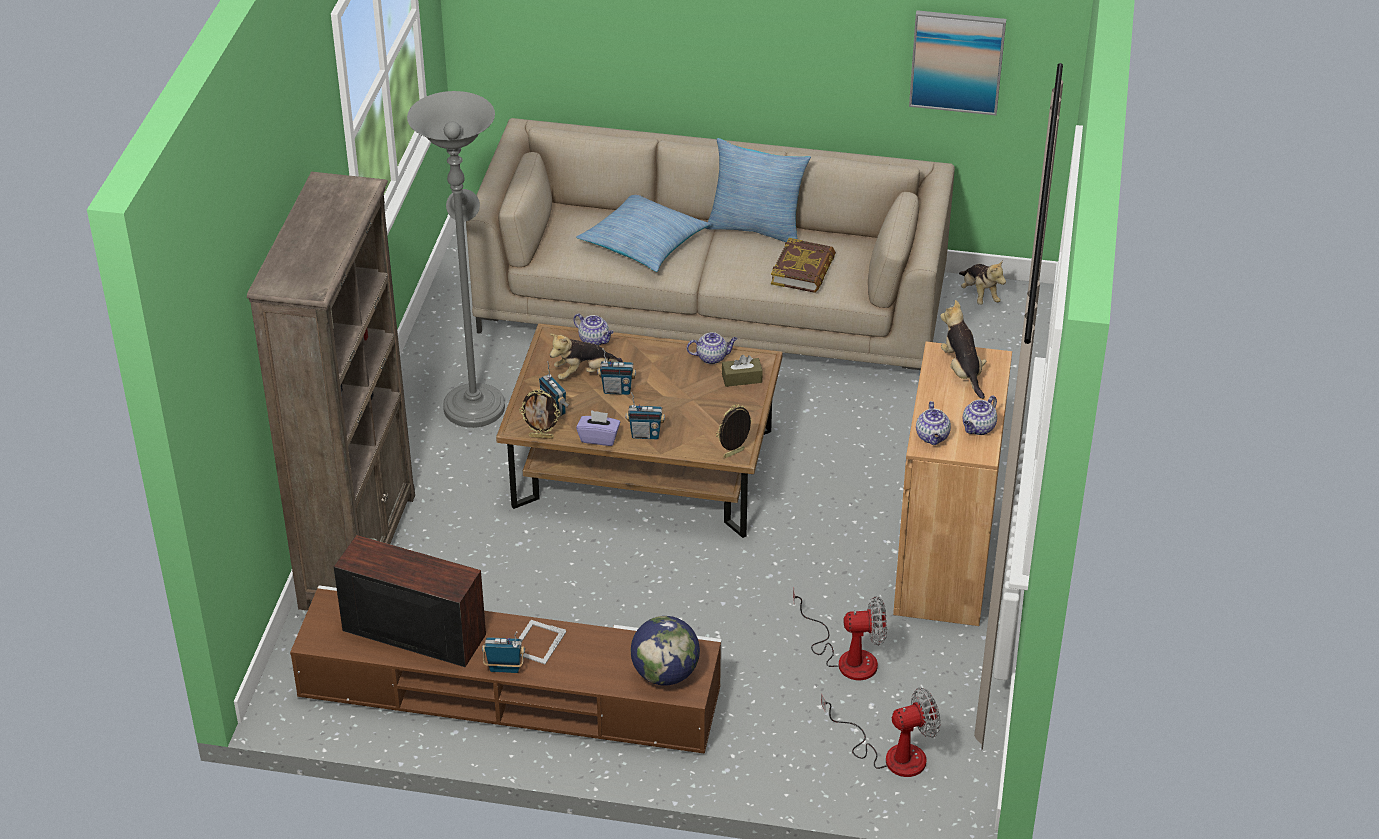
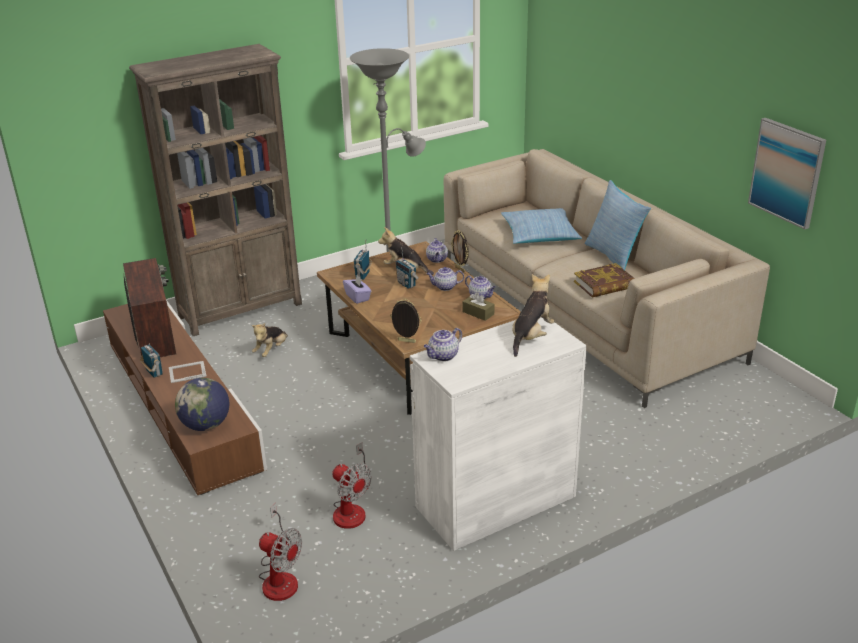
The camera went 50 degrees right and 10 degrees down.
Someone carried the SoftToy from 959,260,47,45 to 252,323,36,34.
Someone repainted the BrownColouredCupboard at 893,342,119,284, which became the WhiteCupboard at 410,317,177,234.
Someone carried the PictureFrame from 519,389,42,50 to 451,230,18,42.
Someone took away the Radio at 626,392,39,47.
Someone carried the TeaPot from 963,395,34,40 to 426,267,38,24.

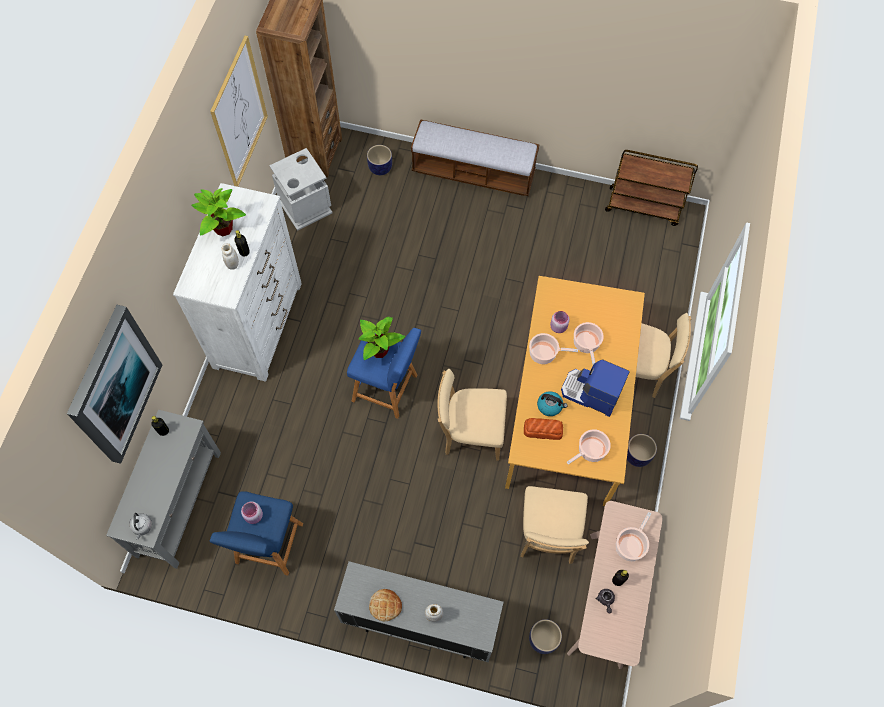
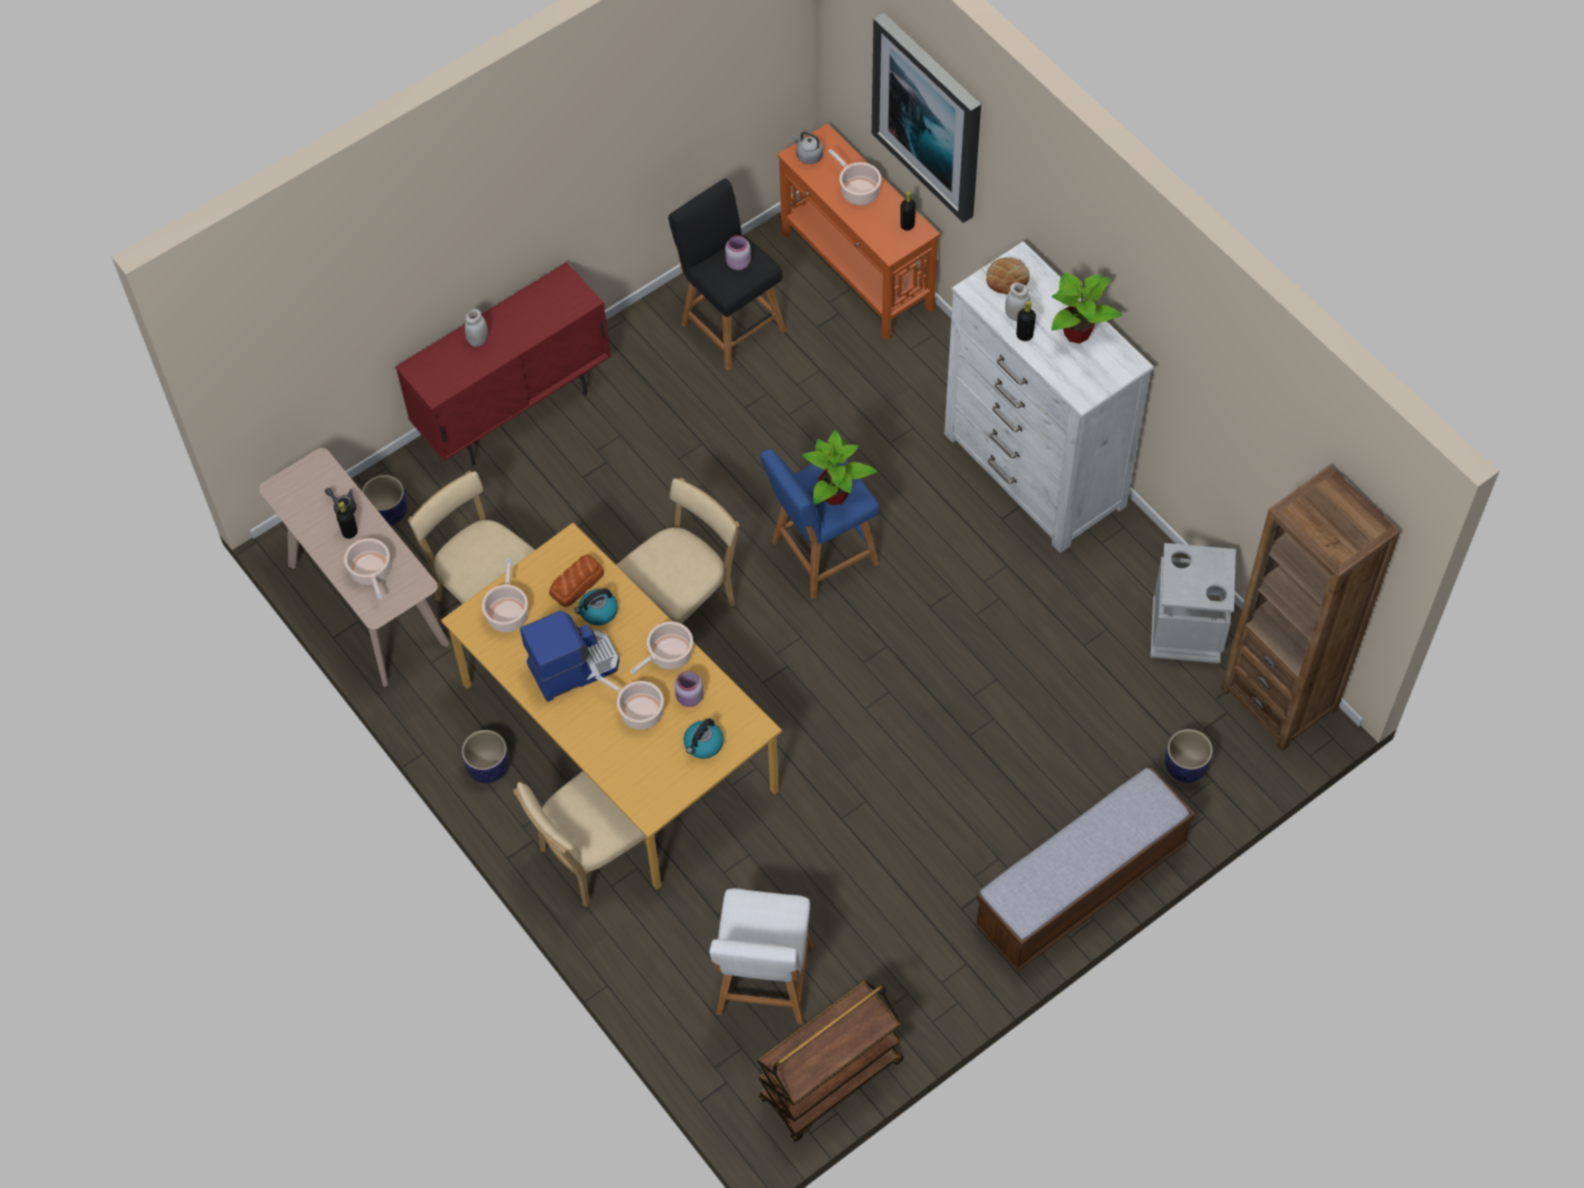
The camera went 130 degrees right and 5 degrees down.
Someone took away the WallPicture at 210,36,58,151.
Someone repainted the GreyConsoleTable at 106,410,115,159, which became the OrangeyConsoleTable at 777,123,163,217.
Someone repainted the BluishStoolSeat at 210,491,93,85, which became the BlackColouredStoolSeat at 668,178,118,193.
Someone repainted the GreyCupboard at 334,561,170,101, which became the ReddishCupboard at 395,262,216,204.
Someone carried the BakedBread from 369,589,33,32 to 986,257,43,37.
Someone put down the Saucepot at 828,149,53,56.
Someone put down the WaterKettle at 684,718,40,41.
Someone put down the WhiteStoolSeat at 709,888,104,136.

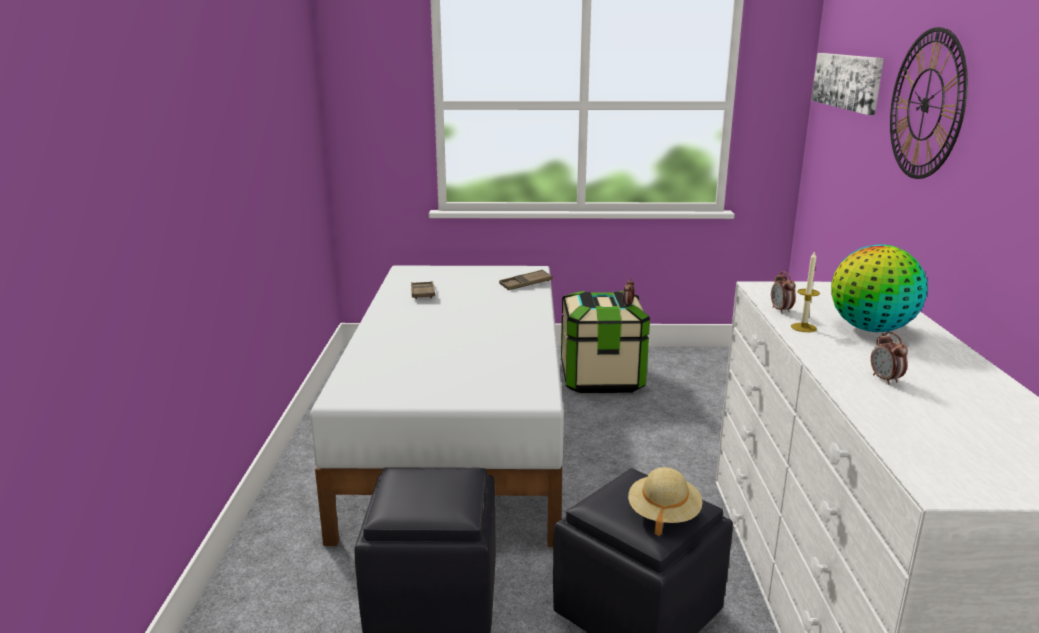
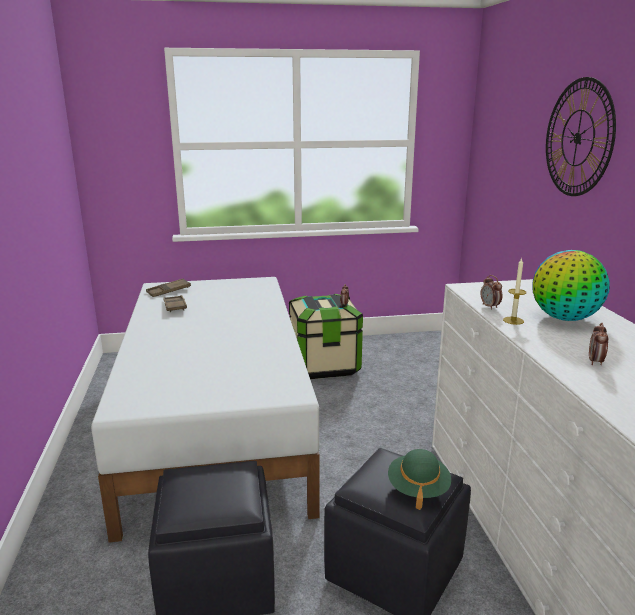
The camera went 10 degrees left and 0 degrees up.
Someone took away the WallPicture at 811,53,73,62.
Someone carried the BrownColouredServingTray from 499,270,54,20 to 146,278,45,19.
Someone rotated the AlarmClock at 871,332,37,53 by 45 degrees clockwise.
Someone repainted the BeigeColouredClothingHat at 628,467,74,69, which became the GreenishClothingHat at 388,449,63,61.

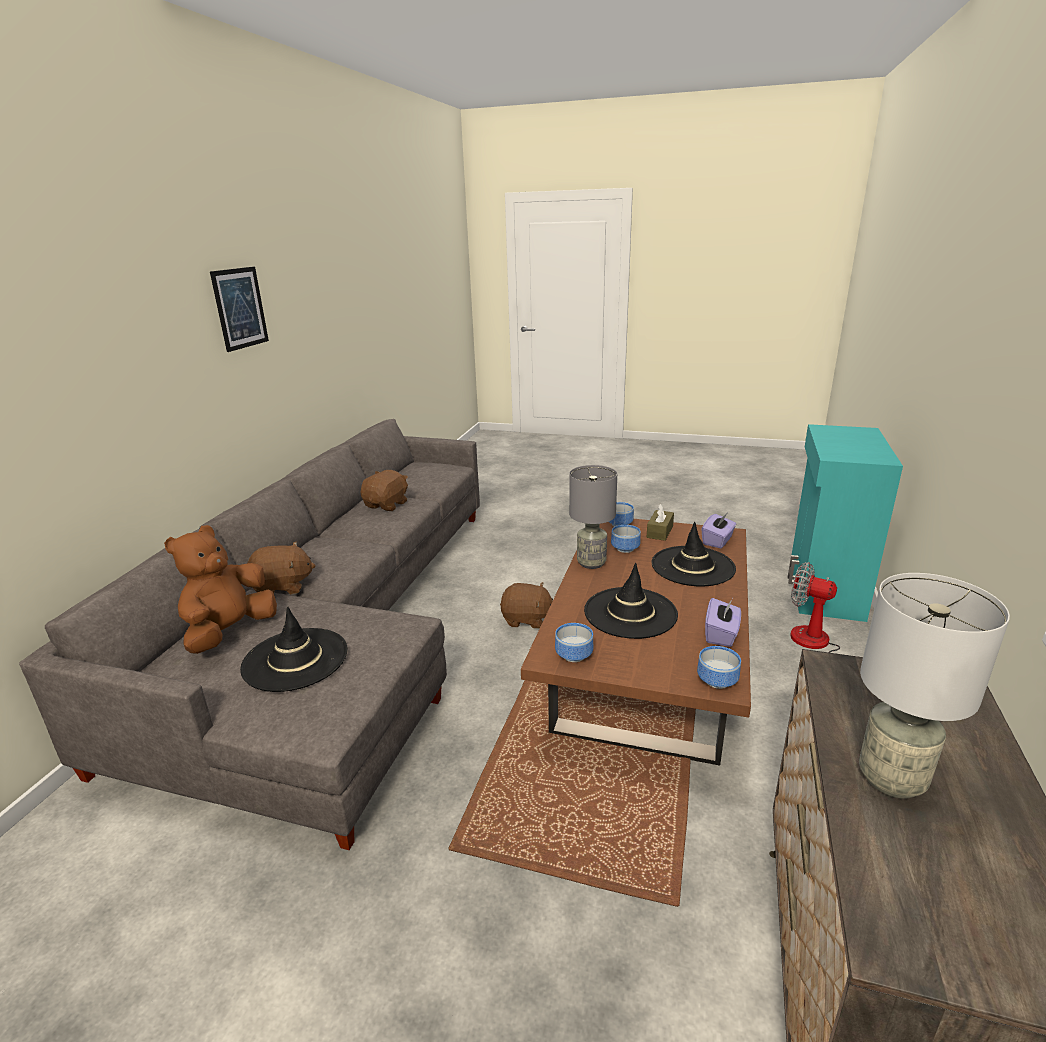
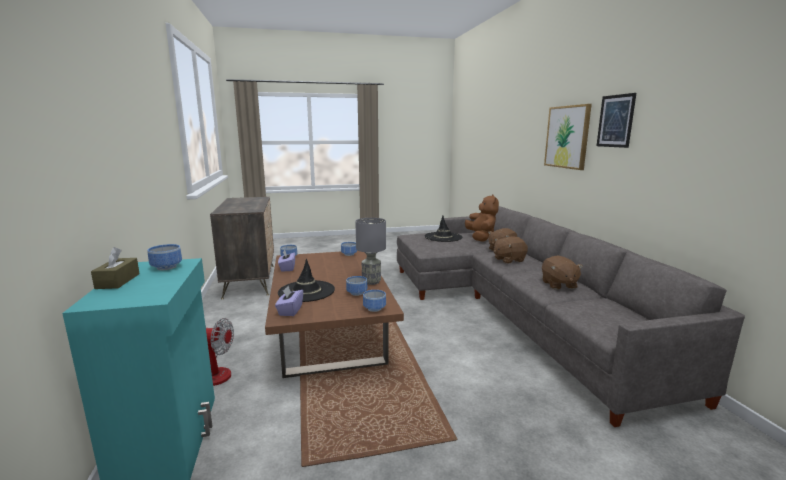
The camera went 150 degrees right and 10 degrees down.
Someone carried the BrownColouredTissueBox from 647,504,27,37 to 91,247,49,42.
Someone took away the BlackColouredClothingHat at 584,563,94,76.
Someone took away the GreyTableLamp at 859,573,151,226.
Someone carried the BrownColouredSoftToy from 500,582,53,46 to 493,237,35,27.
Someone put up the WallPicture at 544,104,48,66.
Someone put down the ServingBowl at 147,244,35,26.

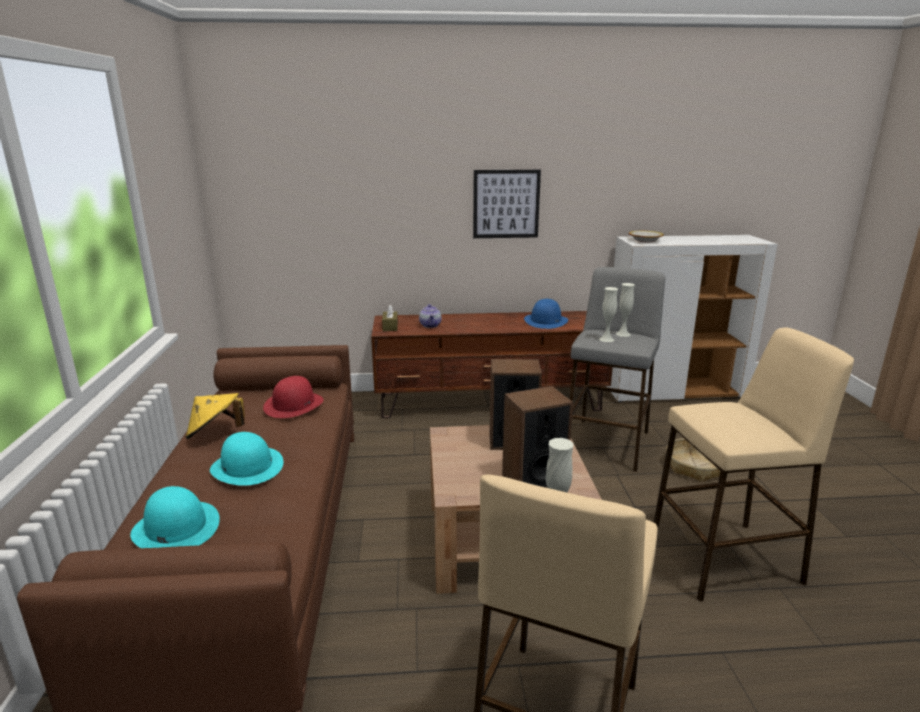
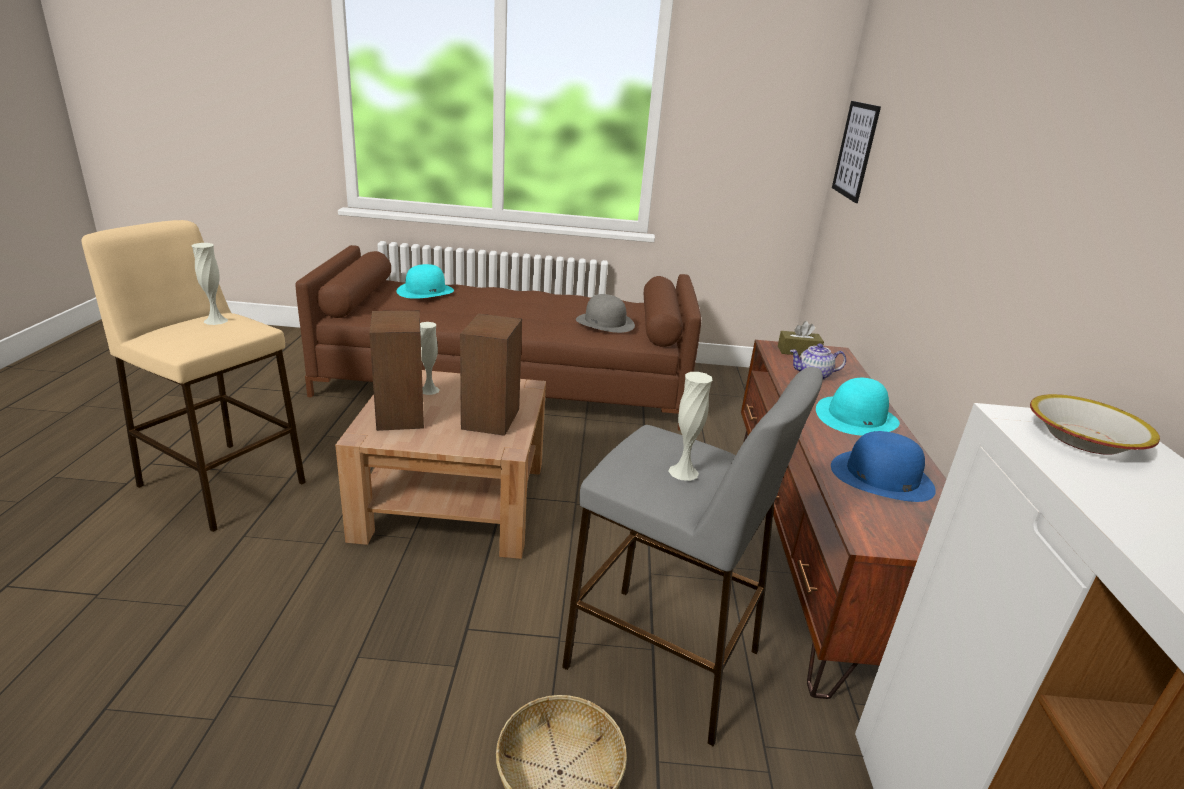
The camera went 95 degrees right and 5 degrees up.
Someone carried the WallPicture from 473,170,68,68 to 832,101,49,102.
Someone carried the WhiteVase from 599,287,19,55 to 420,322,20,73.
Someone took away the BeigeColouredStoolSeat at 654,328,200,274.
Someone repainted the ReddishClothingHat at 263,376,60,42, which became the GreyClothingHat at 576,294,59,39.
Someone took away the YellowClothingHat at 186,393,59,46.
Someone carried the TurquoiseClothingHat from 210,432,73,54 to 816,378,84,58.

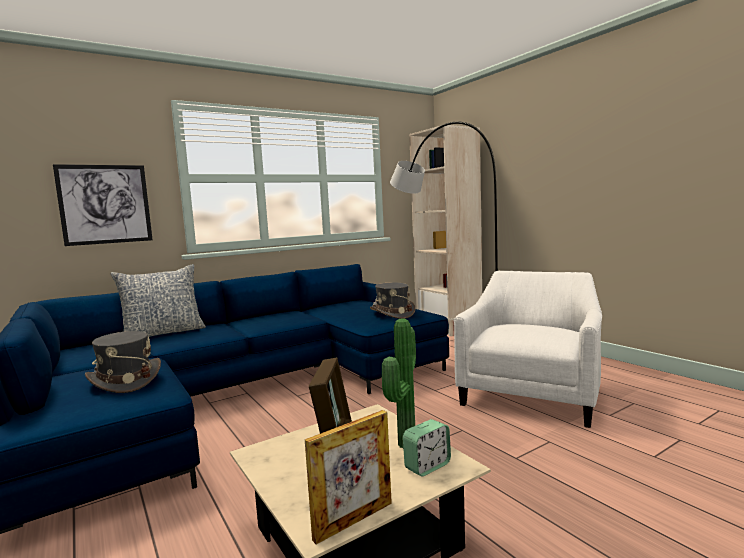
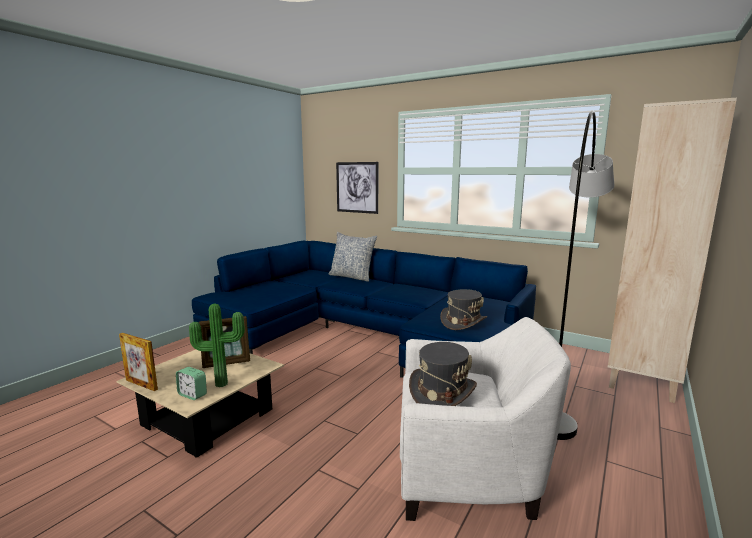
The camera went 65 degrees right and 5 degrees up.
Someone carried the GreyClothingHat from 85,331,76,62 to 409,342,68,64.

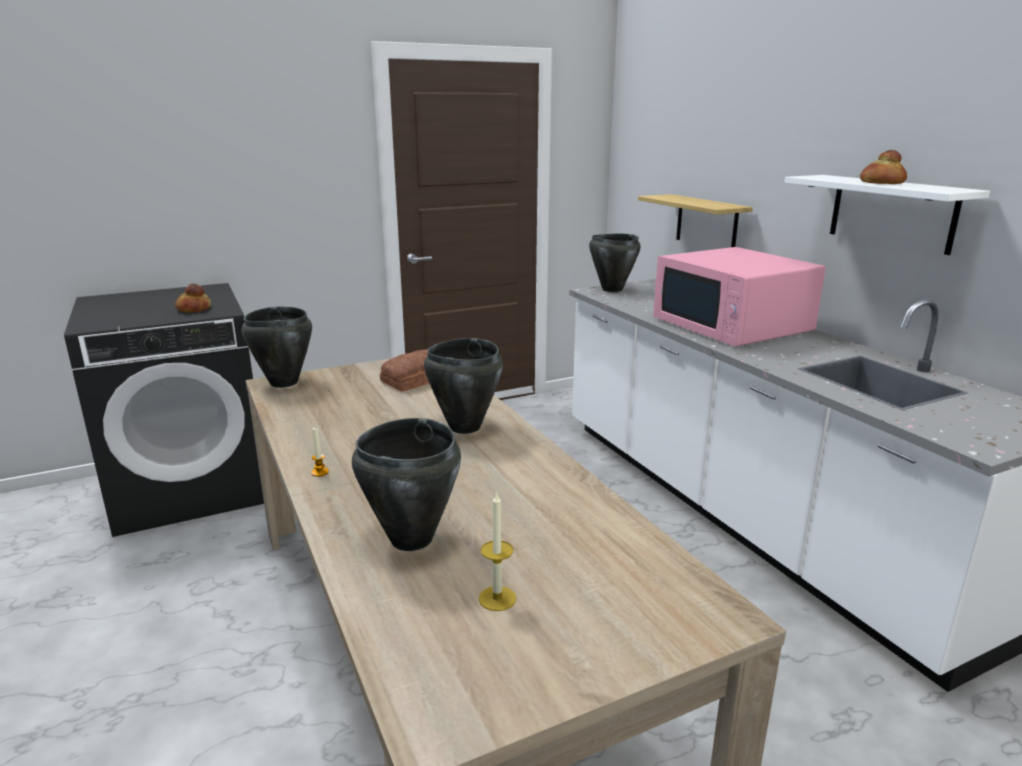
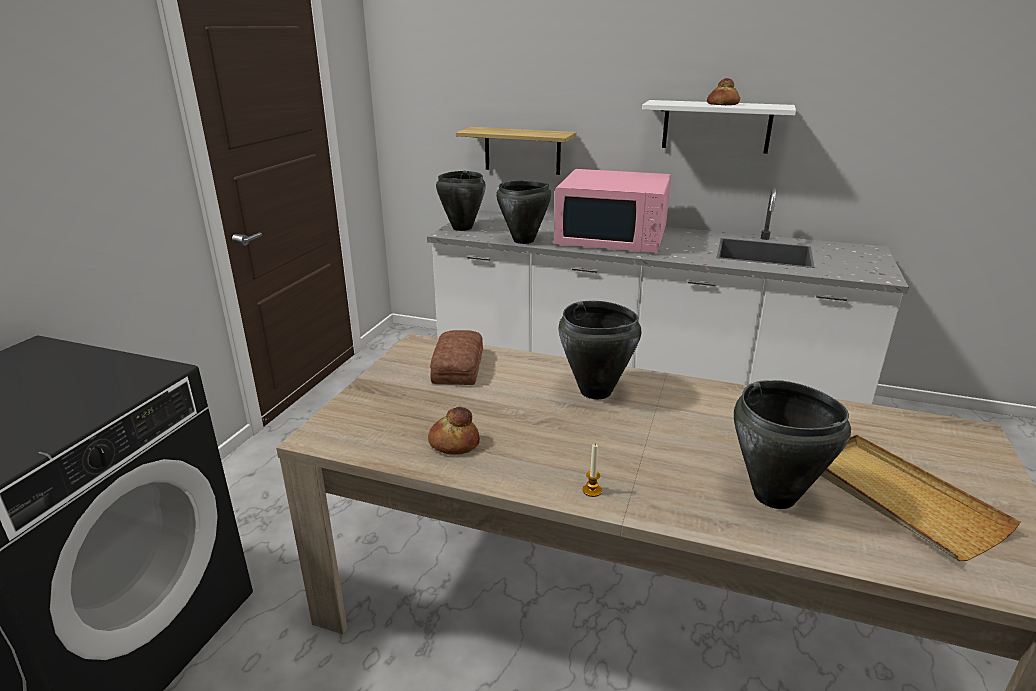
The camera went 45 degrees left and 5 degrees up.
Someone carried the BakedBread from 175,283,36,30 to 428,407,52,48.
Someone carried the BlackColouredSaucepot from 242,306,70,82 to 496,181,56,63.
Someone swapped the WaxCandle at 479,492,37,119 for the BeigeColouredServingTray at 821,435,200,126.

